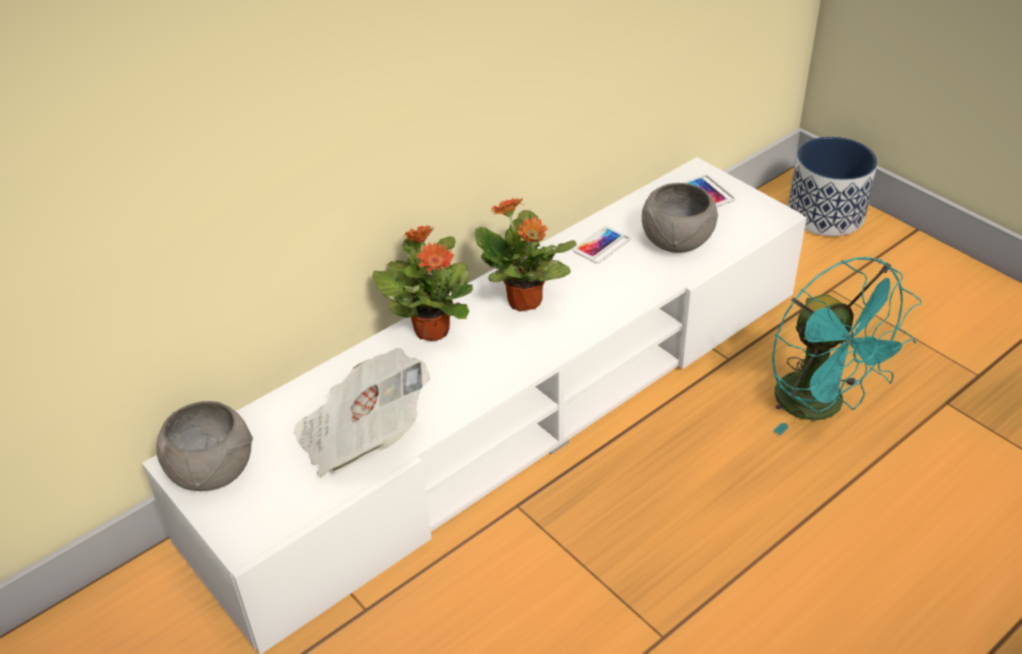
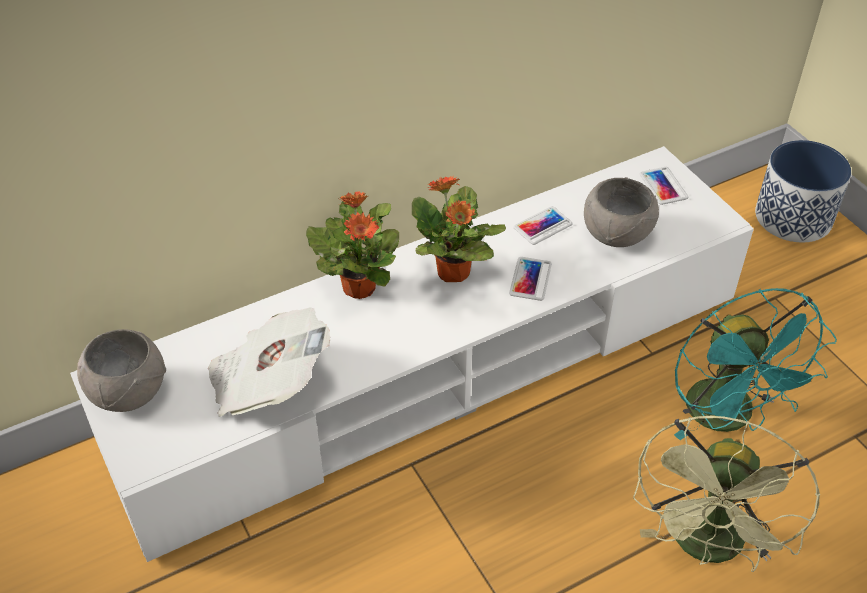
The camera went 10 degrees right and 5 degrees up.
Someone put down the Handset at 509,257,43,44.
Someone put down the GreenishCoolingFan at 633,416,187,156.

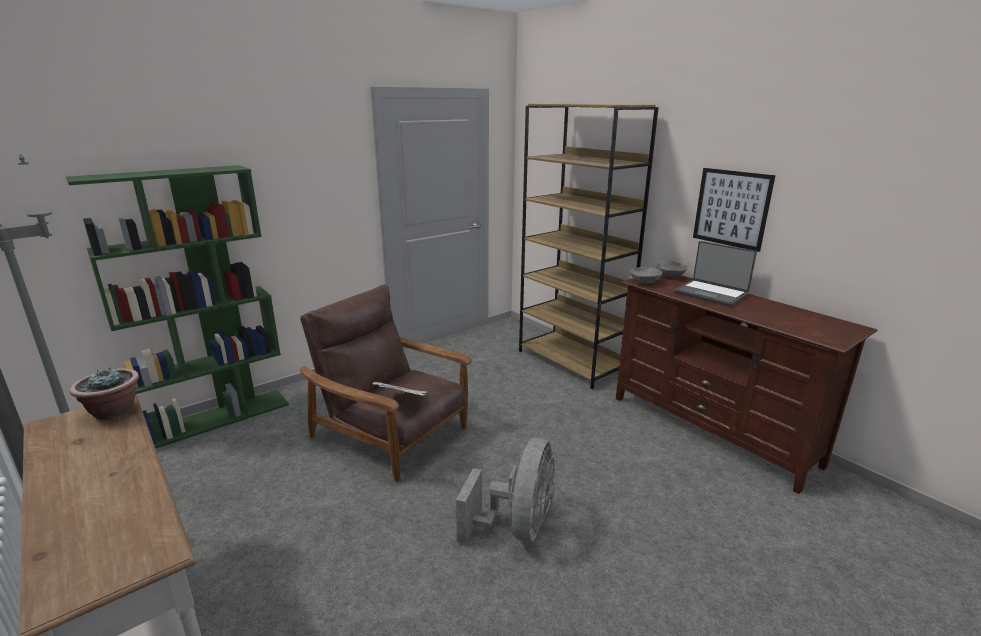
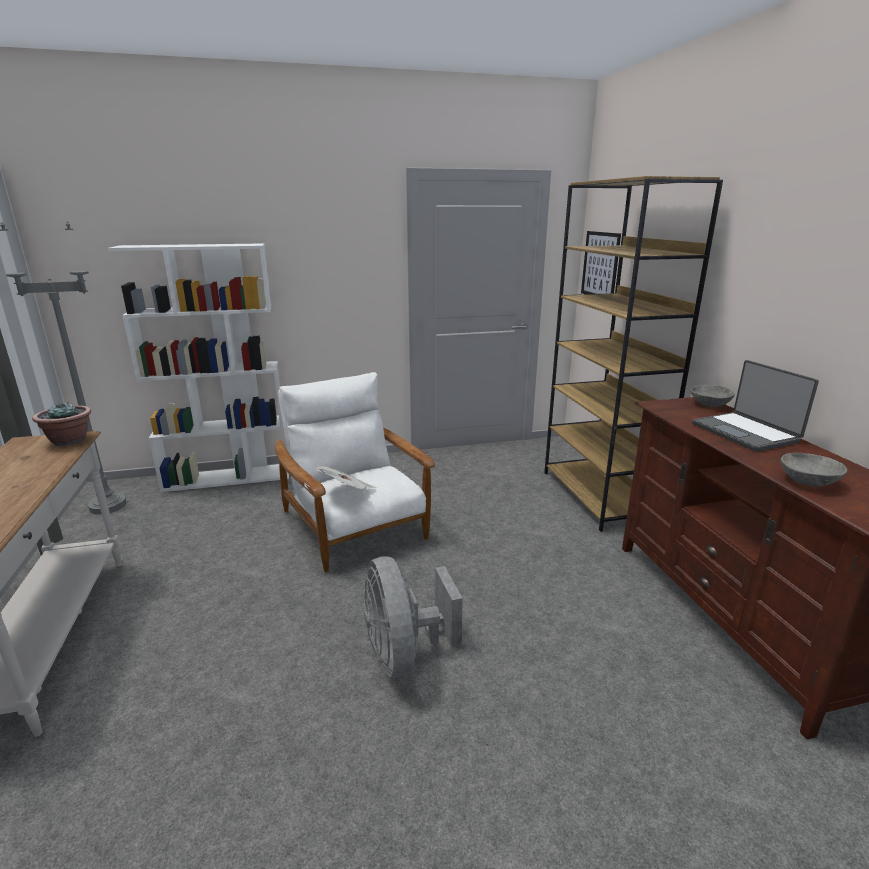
The camera went 25 degrees right and 0 degrees up.
Someone repainted the GreenishShelvingUnit at 66,165,223,283, which became the WhiteShelvingUnit at 108,243,181,249.
Someone carried the WallPicture from 693,168,83,84 to 581,231,40,63.
Someone carried the GreyServingBowl from 630,267,32,17 to 781,453,66,33.
Someone repainted the BrownColouredArmchair at 300,285,172,197, which became the WhiteArmchair at 275,372,160,201.
Someone rotated the GreyCoolingFan at 456,438,99,106 by 120 degrees clockwise.

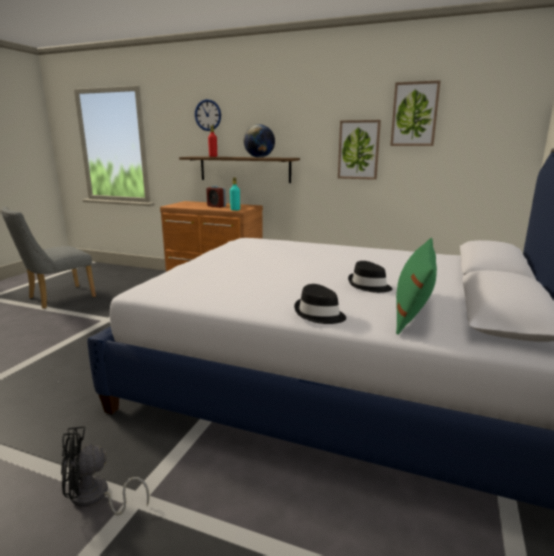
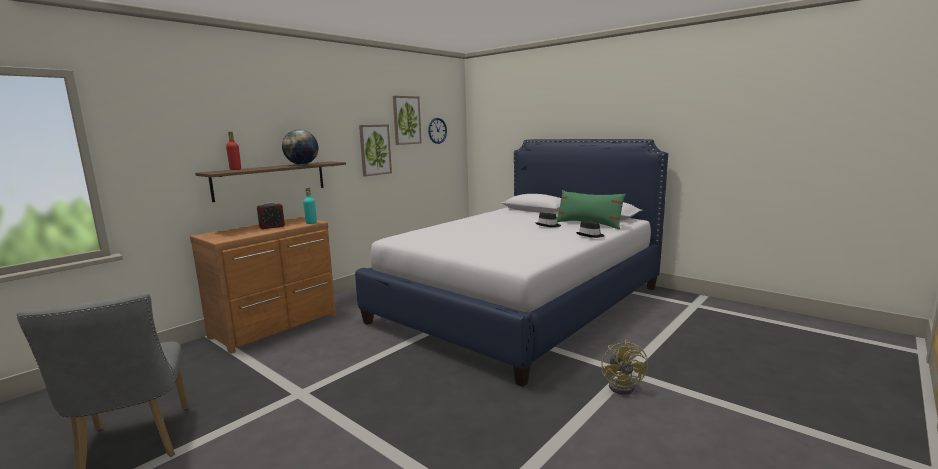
The camera went 70 degrees left and 5 degrees down.
Someone carried the HangingClock from 195,99,26,32 to 428,118,19,26.
Someone repainted the BlackColouredCoolingFan at 61,426,88,90, which became the YellowCoolingFan at 601,340,47,55.

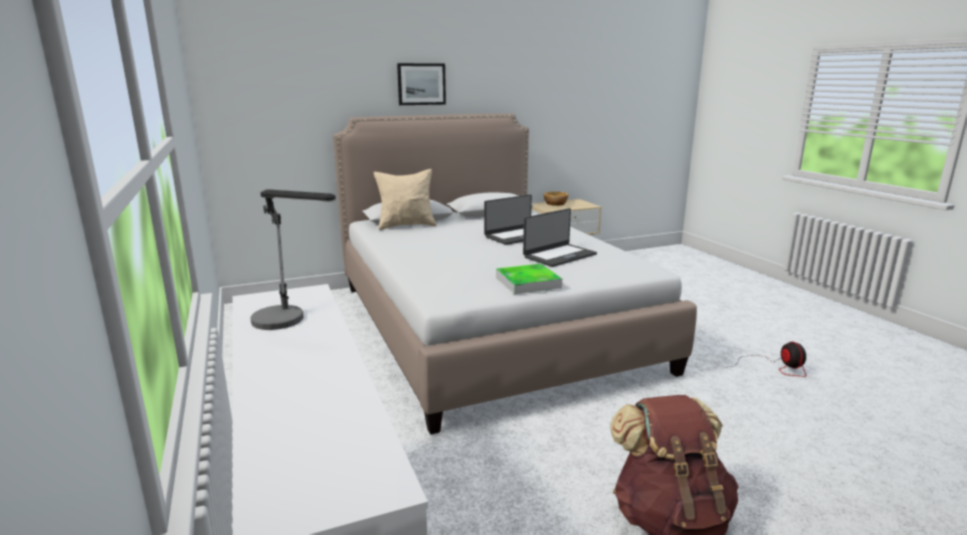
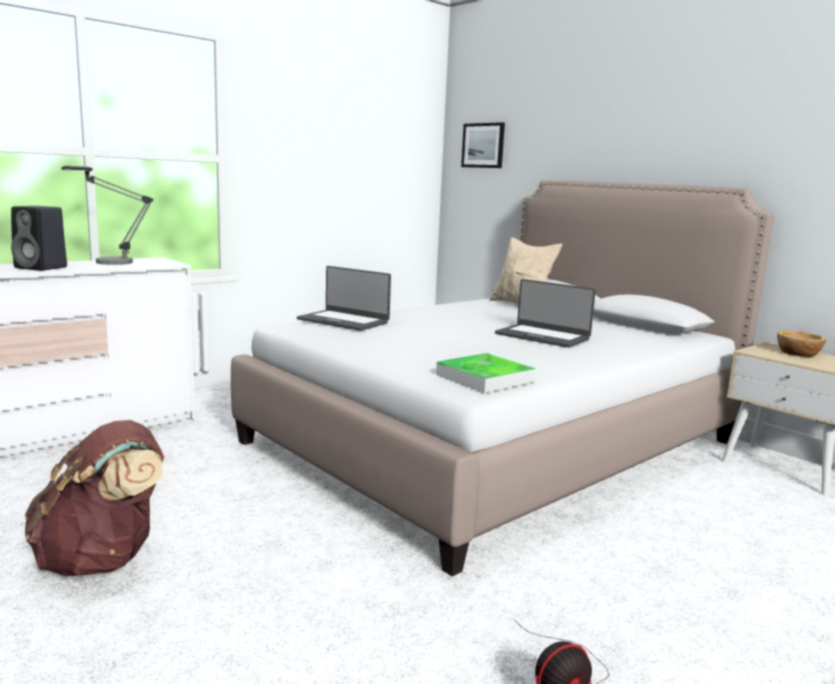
The camera went 70 degrees right and 5 degrees down.
Someone carried the WallPicture from 397,63,49,42 to 461,122,44,46.
Someone carried the Laptop from 523,208,74,59 to 297,266,94,65.
Someone carried the ServingTray from 496,264,66,30 to 436,353,100,40.
Someone put down the BlackColouredLoudspeaker at 11,206,56,65.

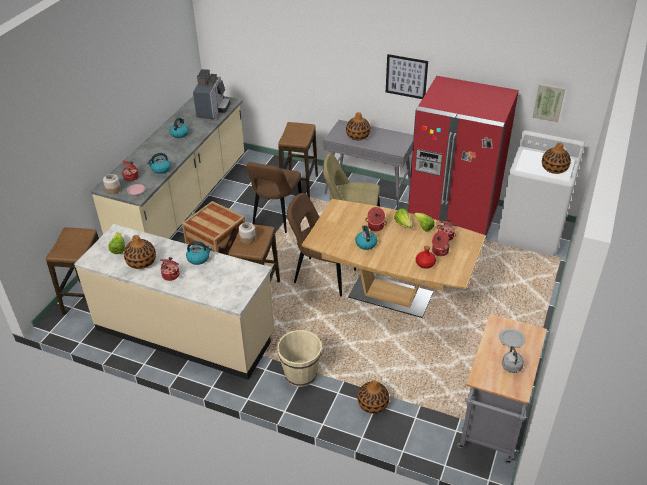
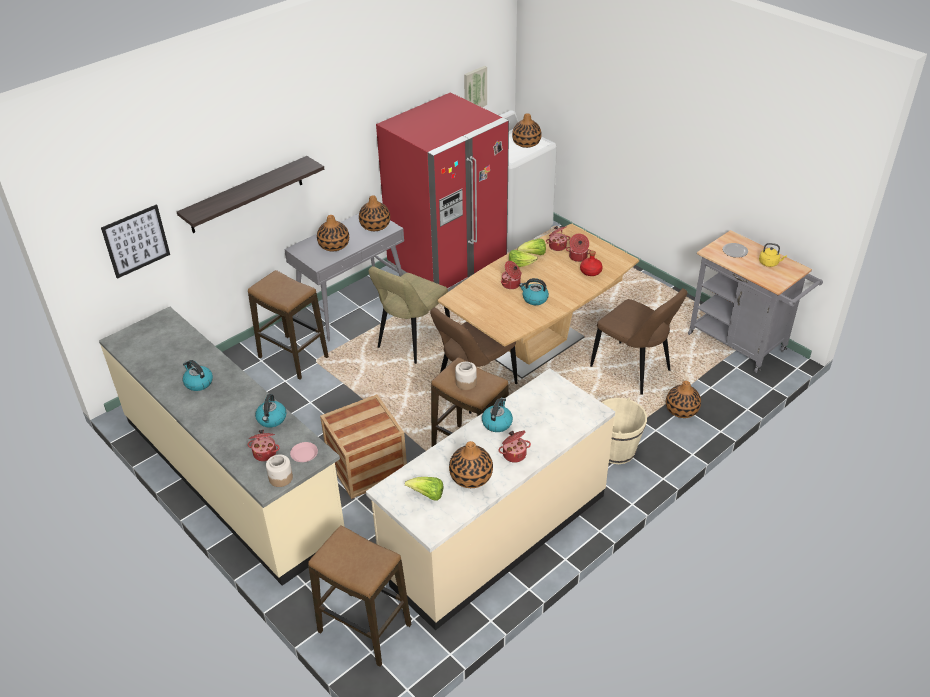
The camera went 65 degrees left and 0 degrees up.
Someone carried the WallPicture from 386,54,42,45 to 101,204,69,75.
Someone took away the CoffeeMaker at 193,69,37,50.
Someone carried the BrownColouredPlainChair from 246,162,56,71 to 590,288,98,107.
Someone repainted the GreyWaterKettle at 502,346,22,27, which became the YellowWaterKettle at 759,243,28,24.
Someone put up the WallShelf at 177,156,147,77.
Someone put down the Vase at 359,196,31,35.

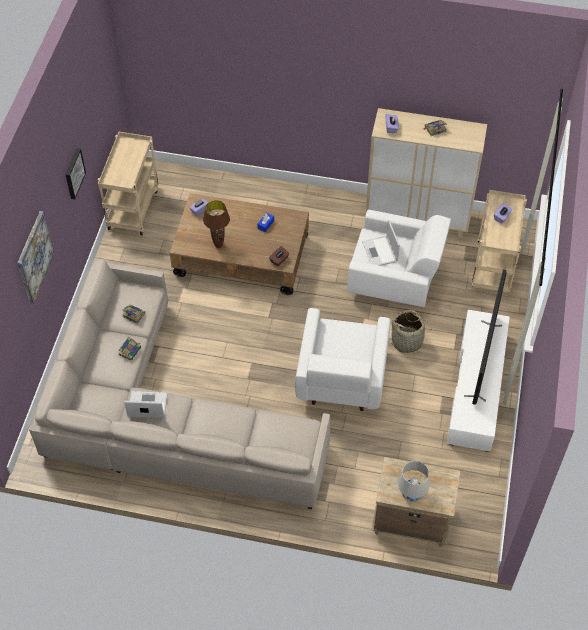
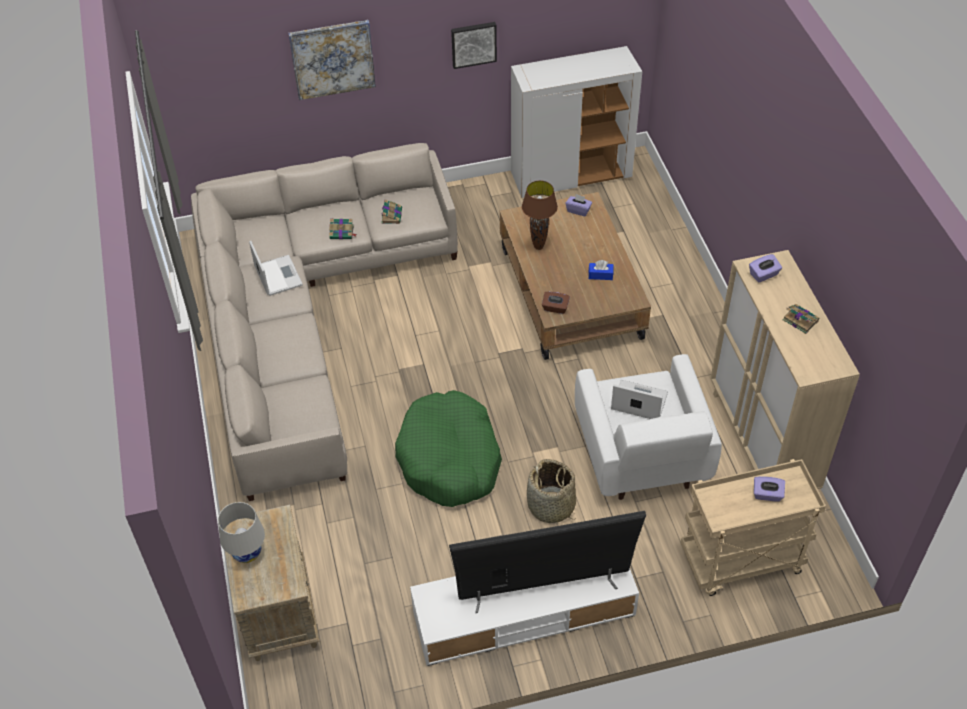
The camera went 65 degrees right and 5 degrees down.
Someone swapped the BeigeColouredCart at 98,132,60,103 for the WhiteCupboard at 511,46,131,152.
Someone rotated the Laptop at 362,220,38,46 by 60 degrees clockwise.
Someone swapped the WhiteArmchair at 295,308,95,103 for the GreenishPetBed at 395,390,107,117.

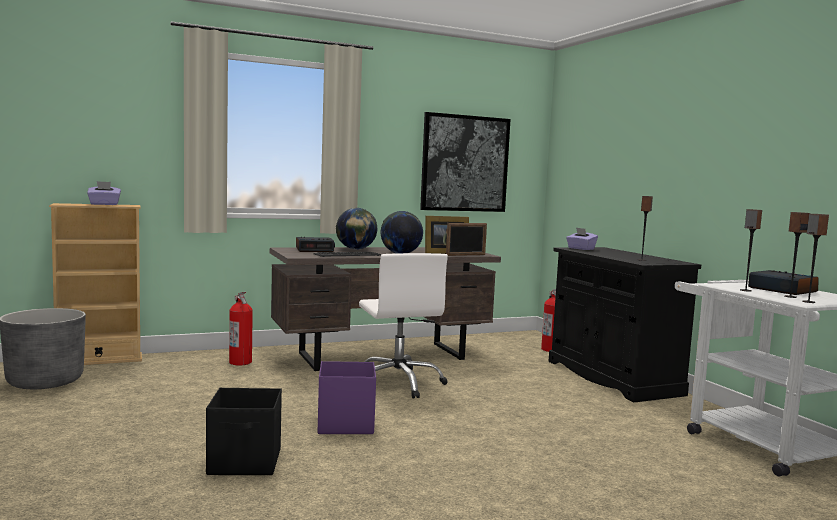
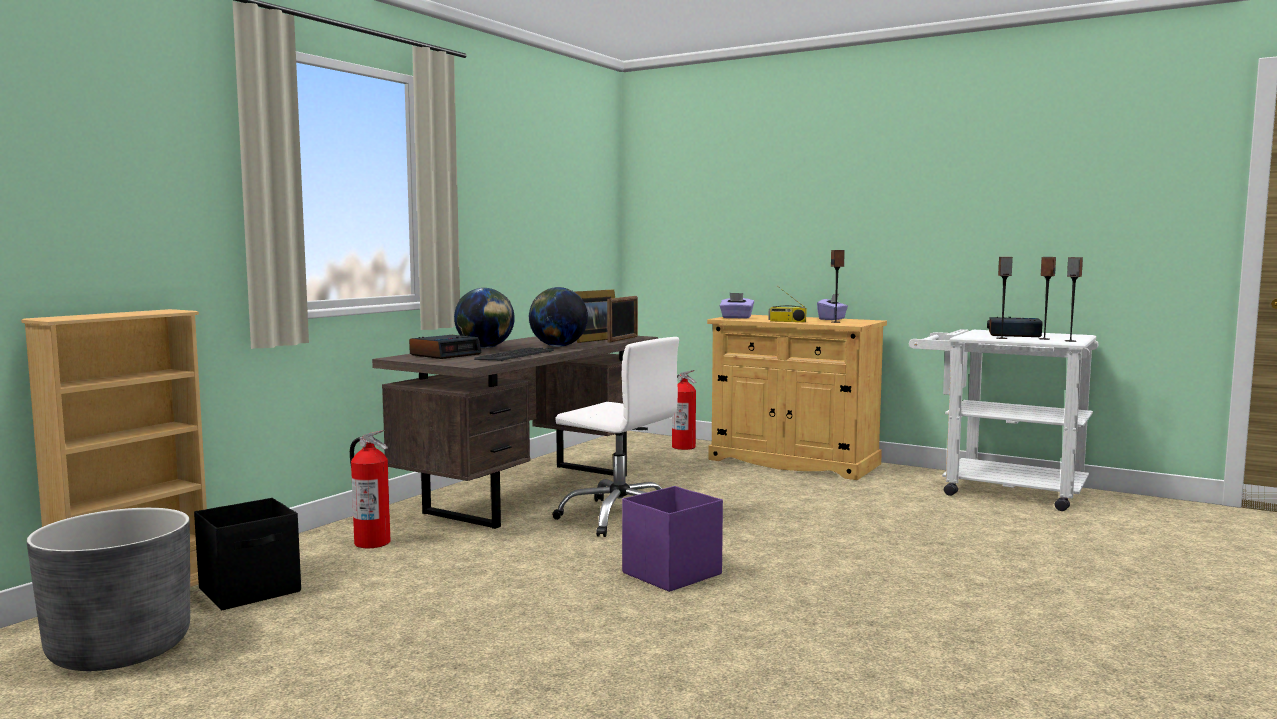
The camera went 35 degrees left and 0 degrees up.
Someone took away the WallPicture at 420,112,90,100.
Someone carried the PurpleTissueBox from 87,181,34,24 to 817,293,31,27.
Someone repainted the BlackColouredCupboard at 548,247,153,155, which became the BeigeColouredCupboard at 707,315,180,165.
Someone carried the BlackColouredStorageBin from 206,388,76,87 to 194,498,107,112.
Someone put down the Radio at 768,287,38,35.

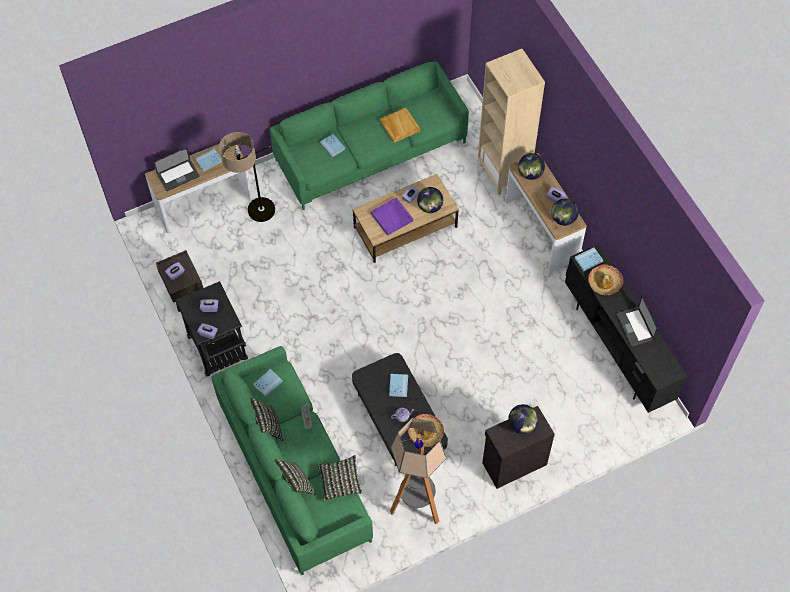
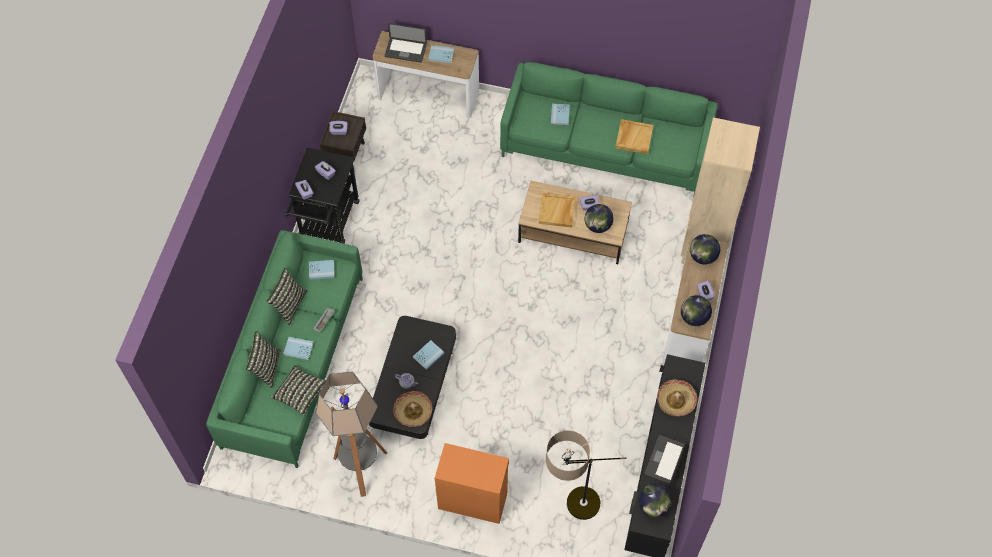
The camera went 40 degrees right and 0 degrees up.
Someone carried the FloorLamp from 219,132,56,90 to 546,430,81,90.
Someone repainted the PurpleServingTray at 371,197,42,39, which became the BeigeColouredServingTray at 539,193,37,34.
Someone carried the BluishBook from 575,248,28,23 to 283,337,31,23.
Someone carried the Globe from 508,404,30,30 to 638,483,34,34.
Someone repainted the BlackColouredCupboard at 482,406,73,83, which became the OrangeyCupboard at 435,443,74,81.

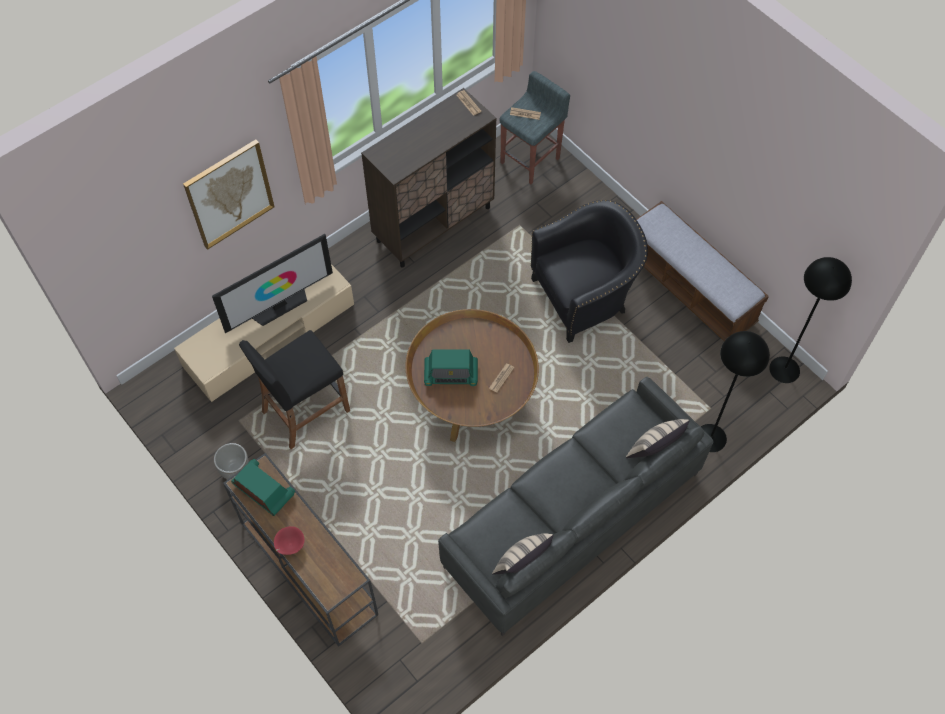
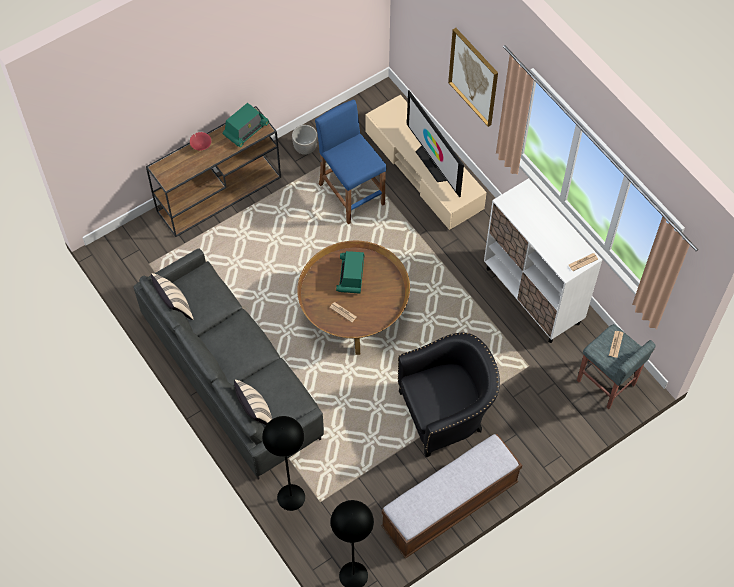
The camera went 95 degrees right and 0 degrees up.
Someone repainted the BrownColouredCupboard at 361,88,135,179, which became the WhiteCupboard at 484,178,118,165.
Someone rotated the BlackColouredArmchair at 530,200,118,143 by 90 degrees counterclockwise.
Someone repainted the BlackColouredStoolSeat at 239,330,111,119, which became the BluishStoolSeat at 315,100,71,124.

